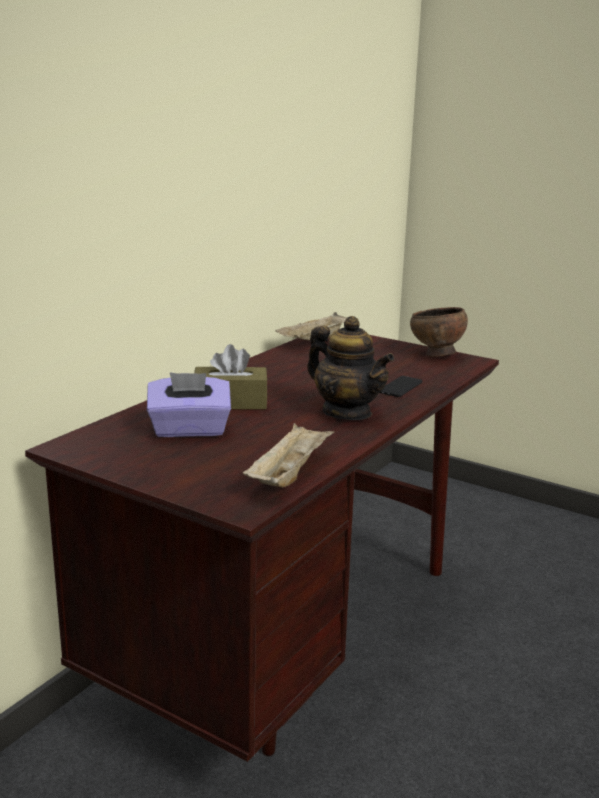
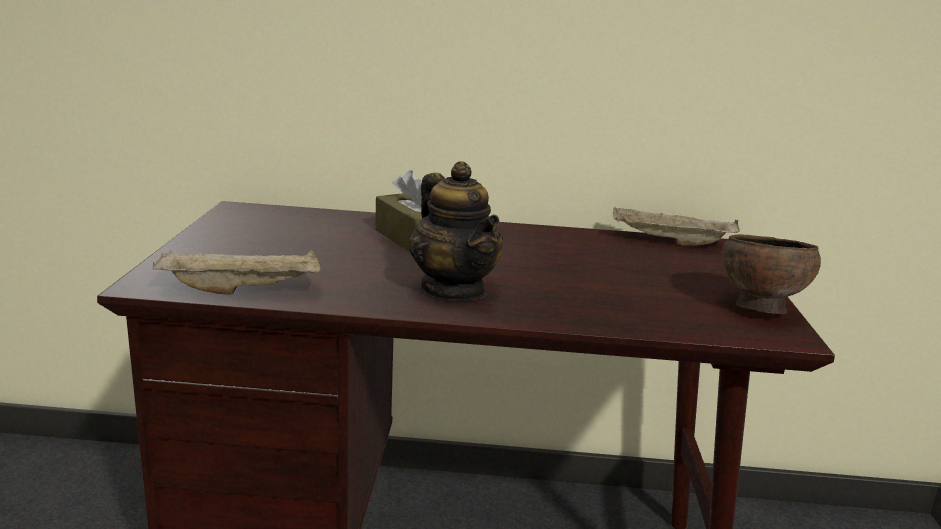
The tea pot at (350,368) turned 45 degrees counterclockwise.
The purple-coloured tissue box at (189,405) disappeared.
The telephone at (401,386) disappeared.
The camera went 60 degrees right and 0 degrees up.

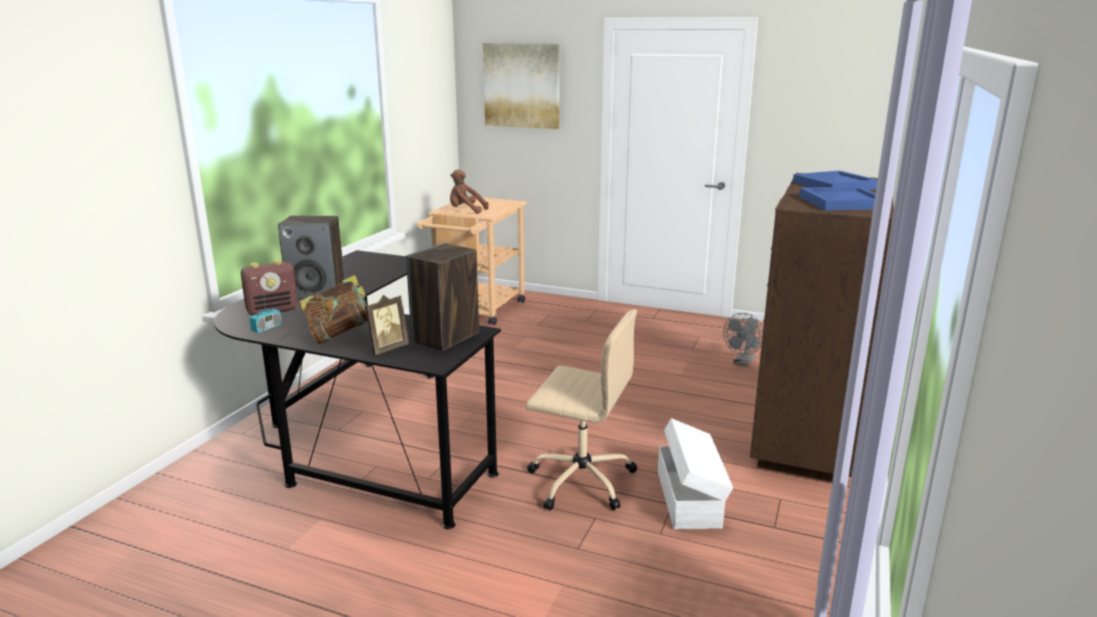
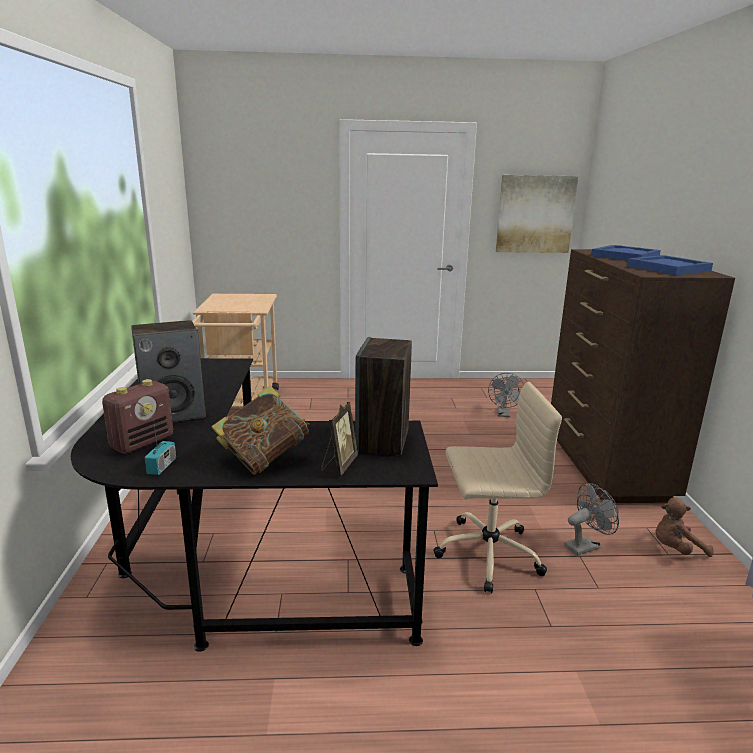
The wall art moved from (521,86) to (537,214).
The white storage container at (695,473) was replaced by the greyish fan at (591,519).
The brown-coloured plush toy moved from (469,191) to (685,527).
The camera went 25 degrees left and 0 degrees up.

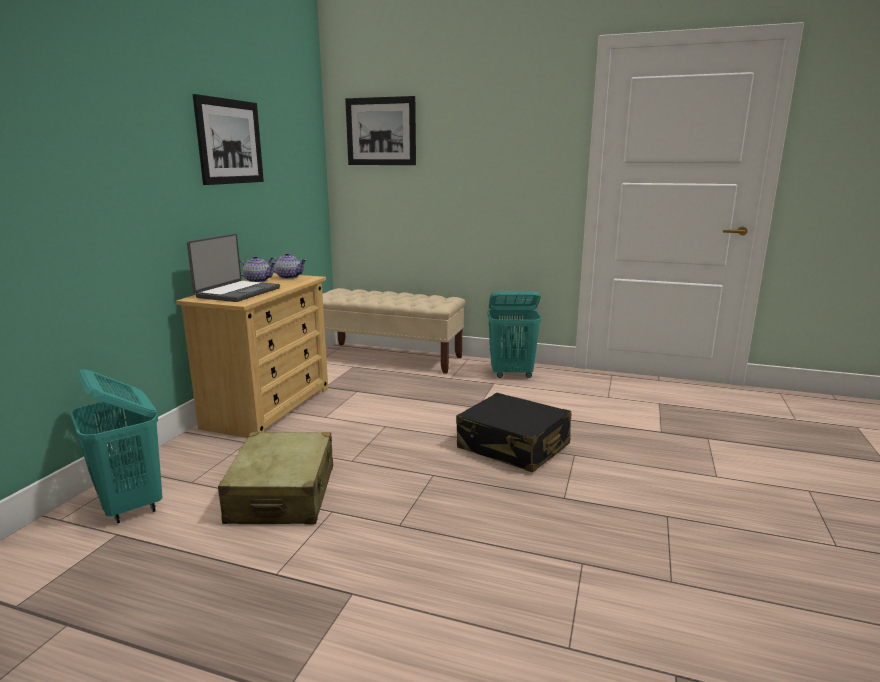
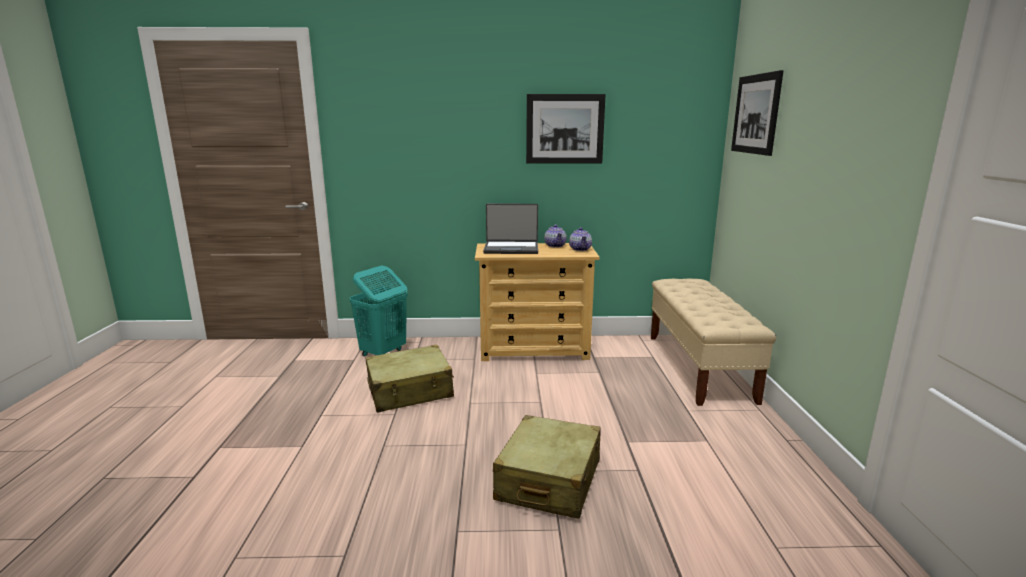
The blackish piece of luggage at (513,433) became the beige-coloured piece of luggage at (547,467).
The turquoise-coloured laundry basket at (514,334) disappeared.
The camera went 70 degrees right and 0 degrees up.

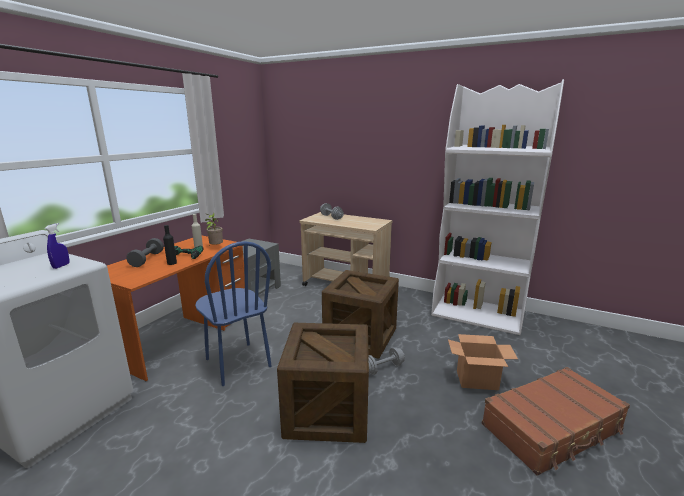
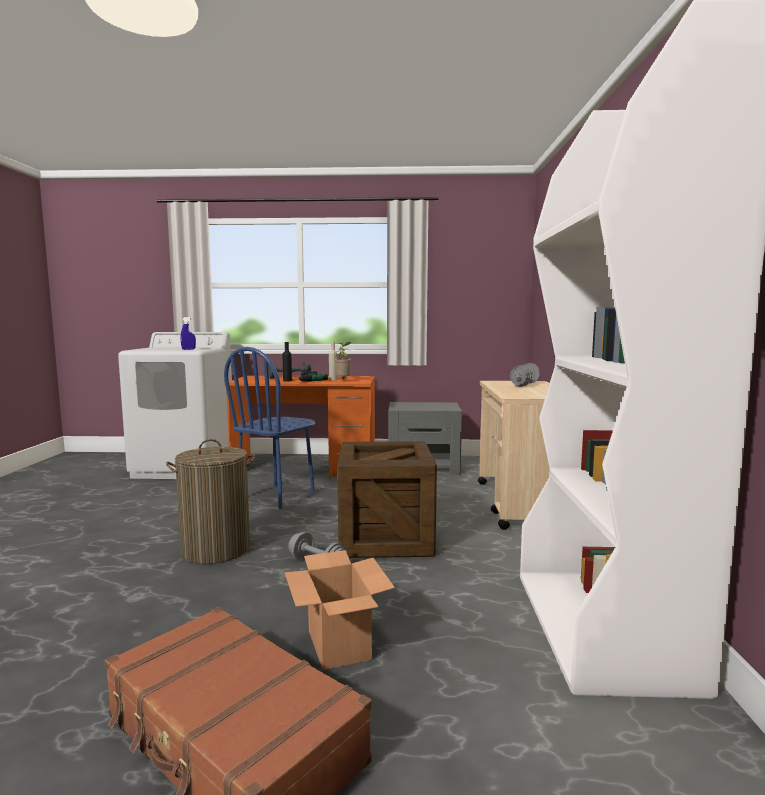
The packing crate at (323,383) was replaced by the laundry basket at (210,501).
The camera went 65 degrees right and 10 degrees down.

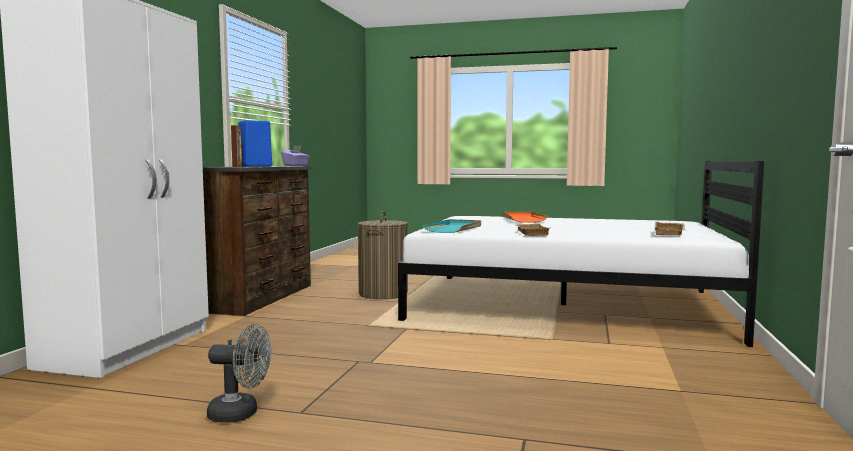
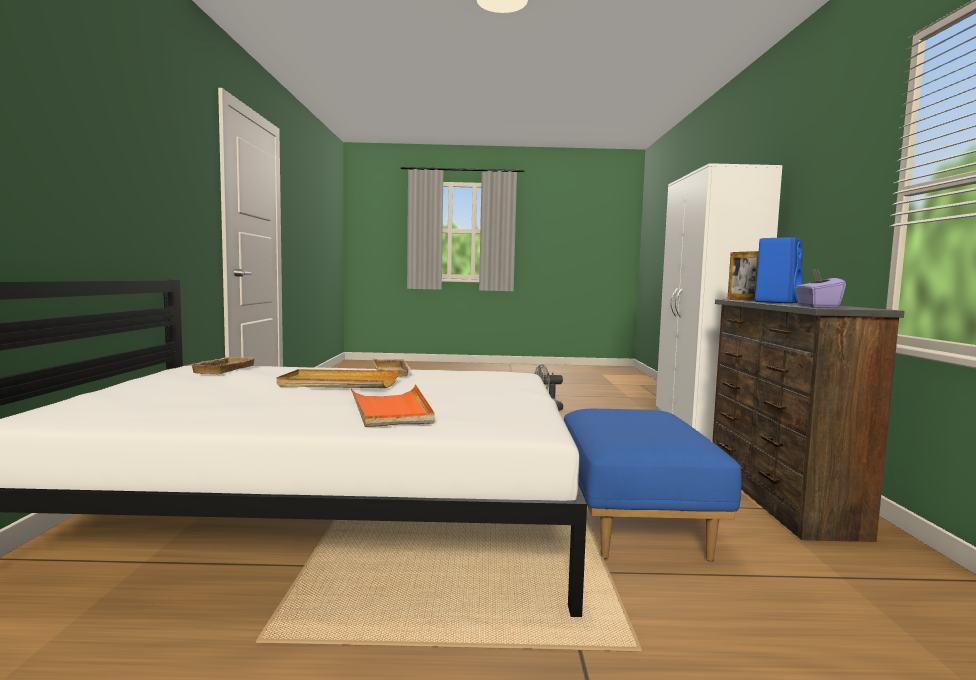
The beige-coloured carrying tray at (337,378) appeared.
The laundry basket at (383,255) was replaced by the blue-coloured pouffe at (652,485).
The turquoise-coloured carrying tray at (451,226) disappeared.
The camera went 165 degrees right and 0 degrees up.

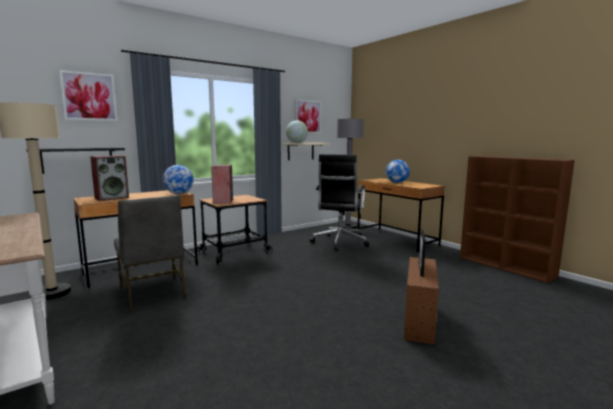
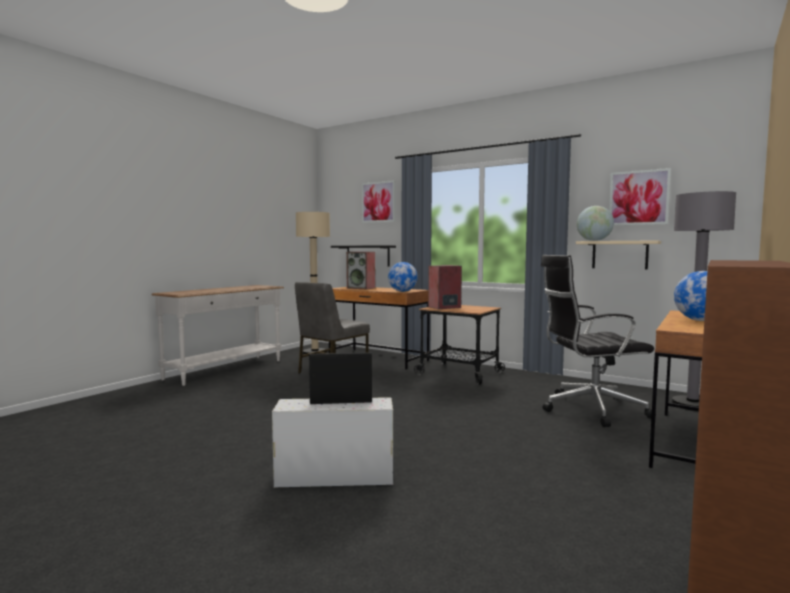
The brown-coloured storage container at (421,301) became the white storage container at (332,442).
The camera went 70 degrees right and 5 degrees down.

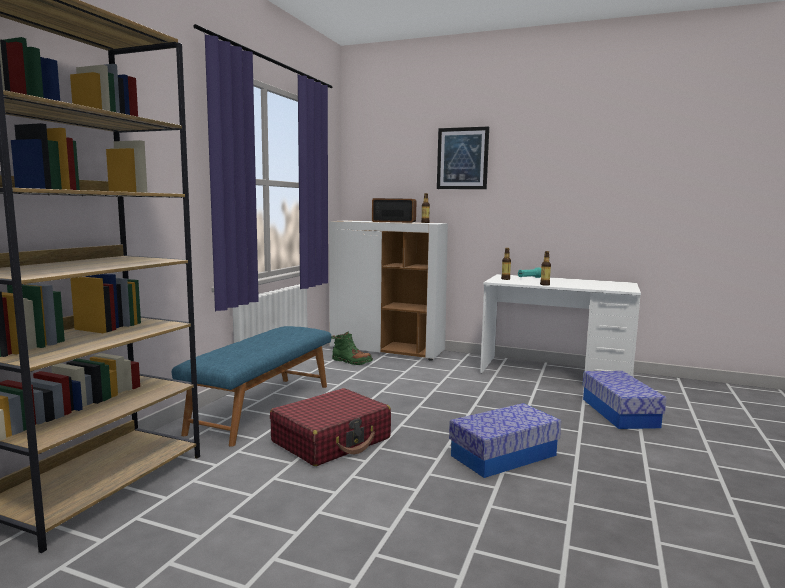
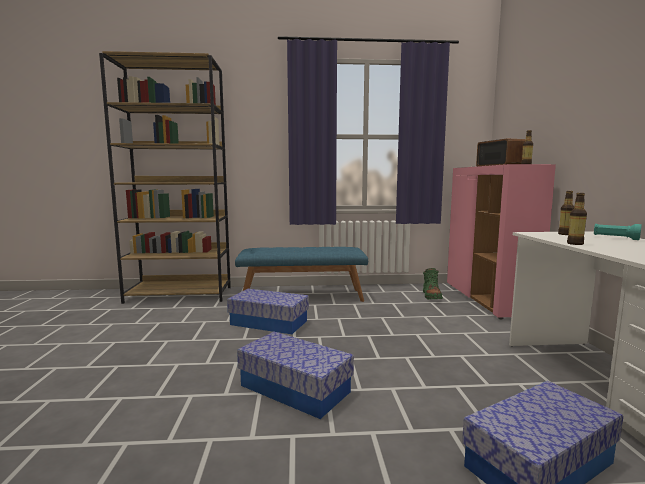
The red piece of luggage at (330,427) was replaced by the storage container at (268,311).
The white cabinet at (388,290) became the pink cabinet at (501,241).
The wall art at (463,157) disappeared.
The camera went 65 degrees right and 0 degrees up.

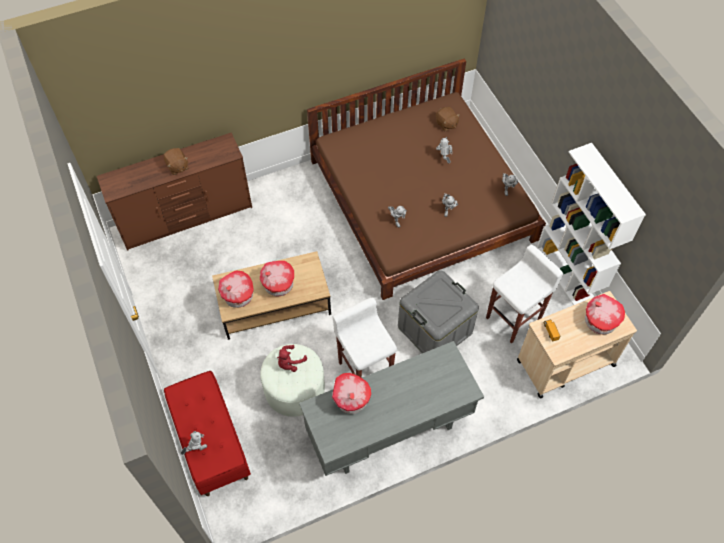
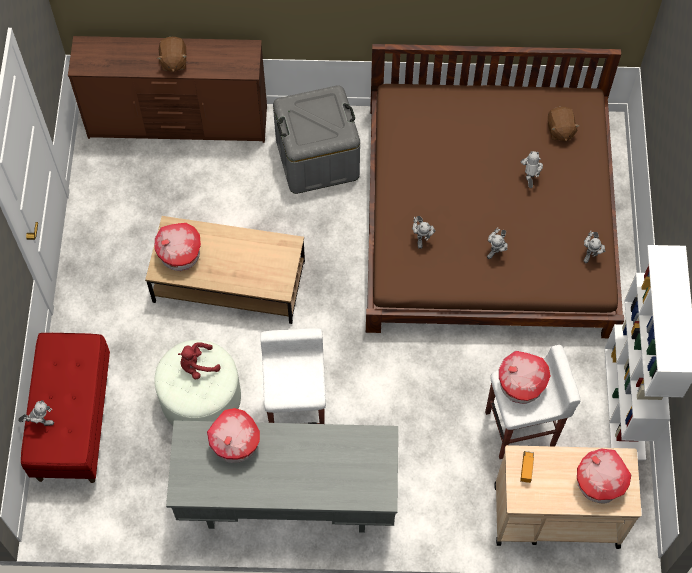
The greyish storage container moved from (438,311) to (316,139).
The toy house moved from (277,279) to (525,377).
The camera went 25 degrees right and 5 degrees up.

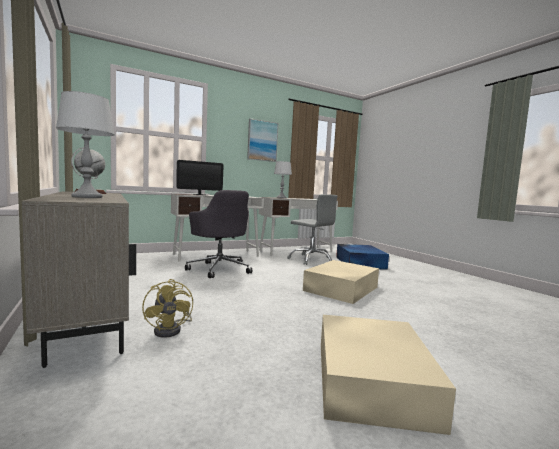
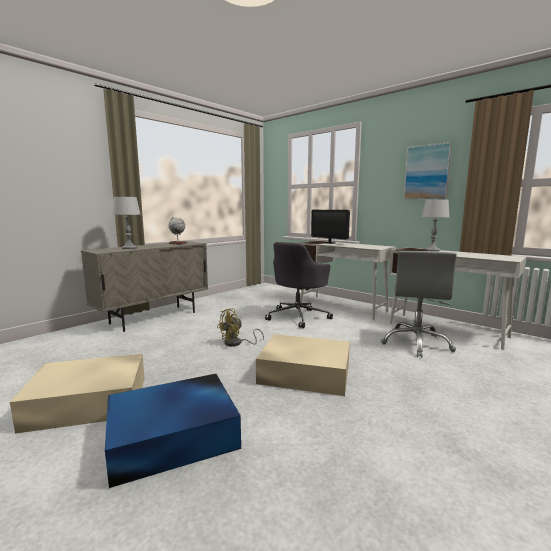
The blue-coloured storage container moved from (362,257) to (173,431).
The yellow-coloured fan moved from (167,308) to (240,327).
The camera went 70 degrees right and 5 degrees up.

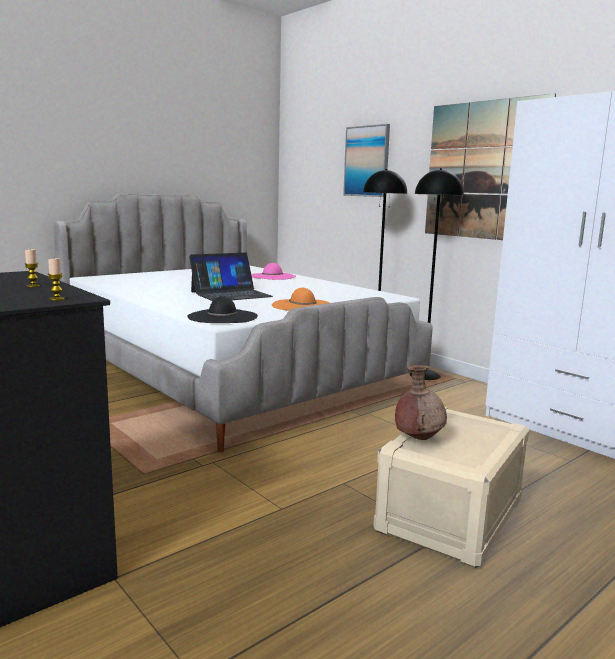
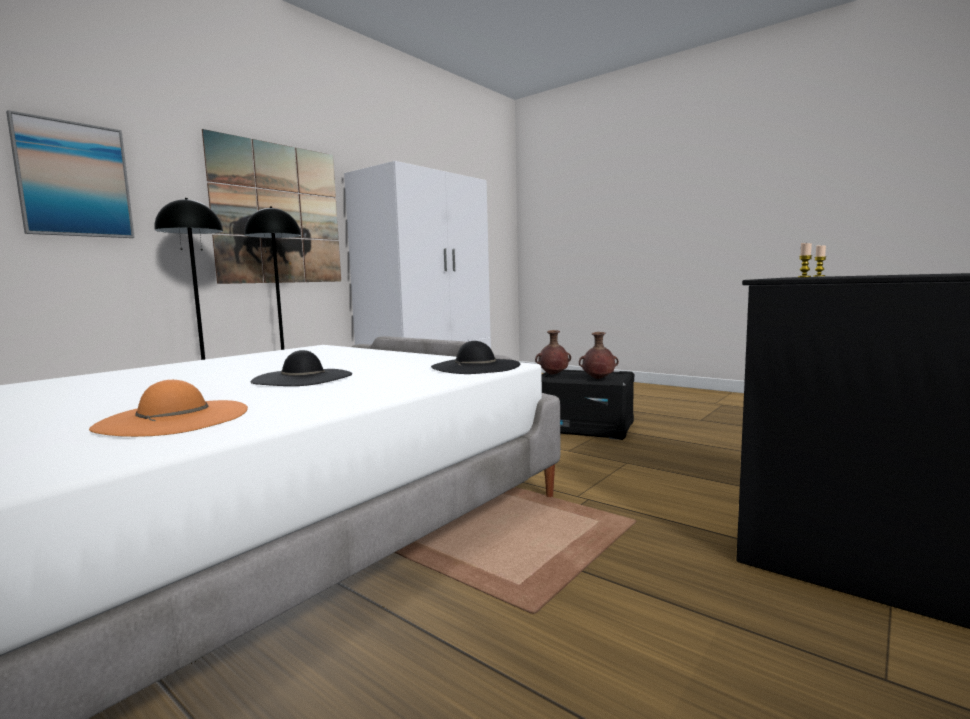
The orangey clothing hat moved from (301,299) to (168,408).
The portable computer at (231,277) was replaced by the blackish clothing hat at (301,368).
The brown-coloured vase at (553,352) appeared.
The beige-coloured storage container at (451,487) became the blackish storage container at (588,405).
The pink clothing hat at (273,271) disappeared.
The camera went 100 degrees left and 5 degrees down.

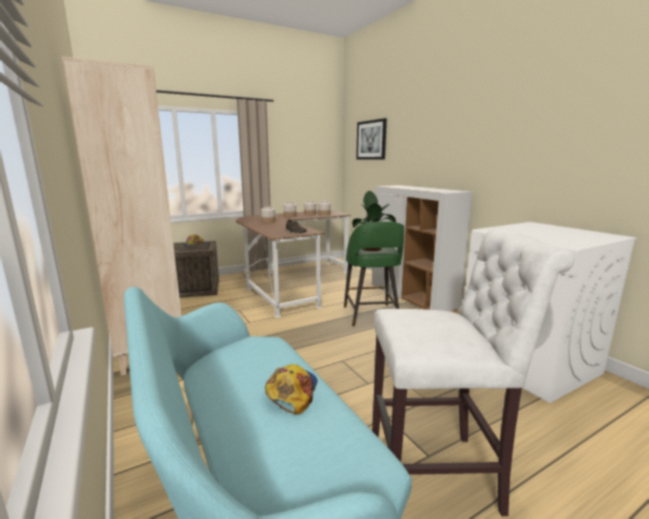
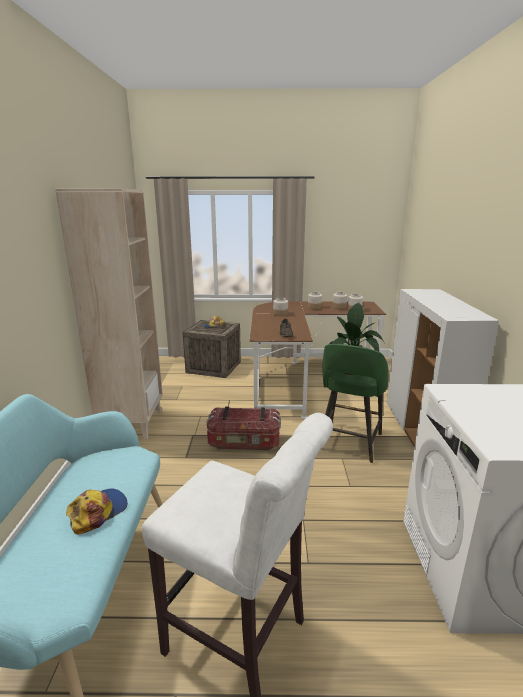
The storage container at (244,428) appeared.
The wall art at (371,139) disappeared.
The camera went 30 degrees right and 5 degrees up.

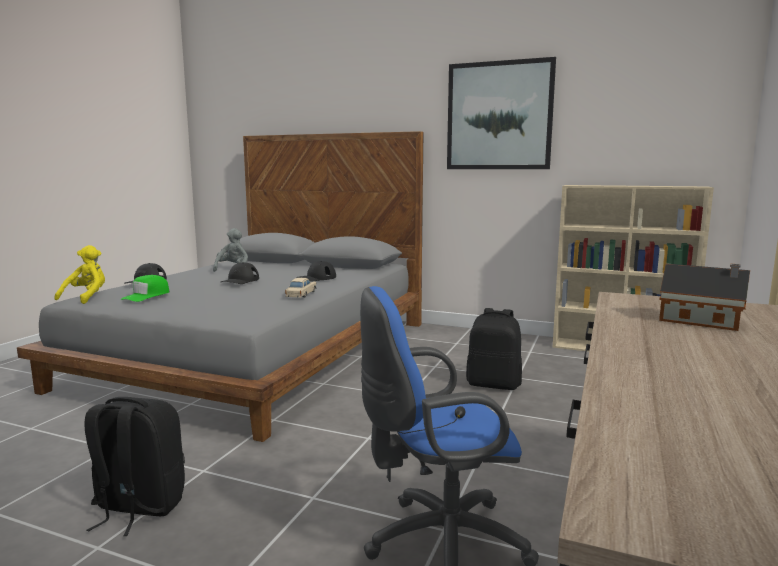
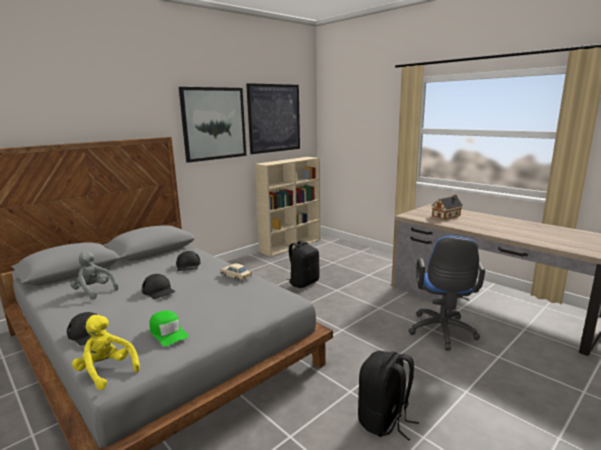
The wall art at (273,118) appeared.
The camera went 65 degrees left and 5 degrees up.

